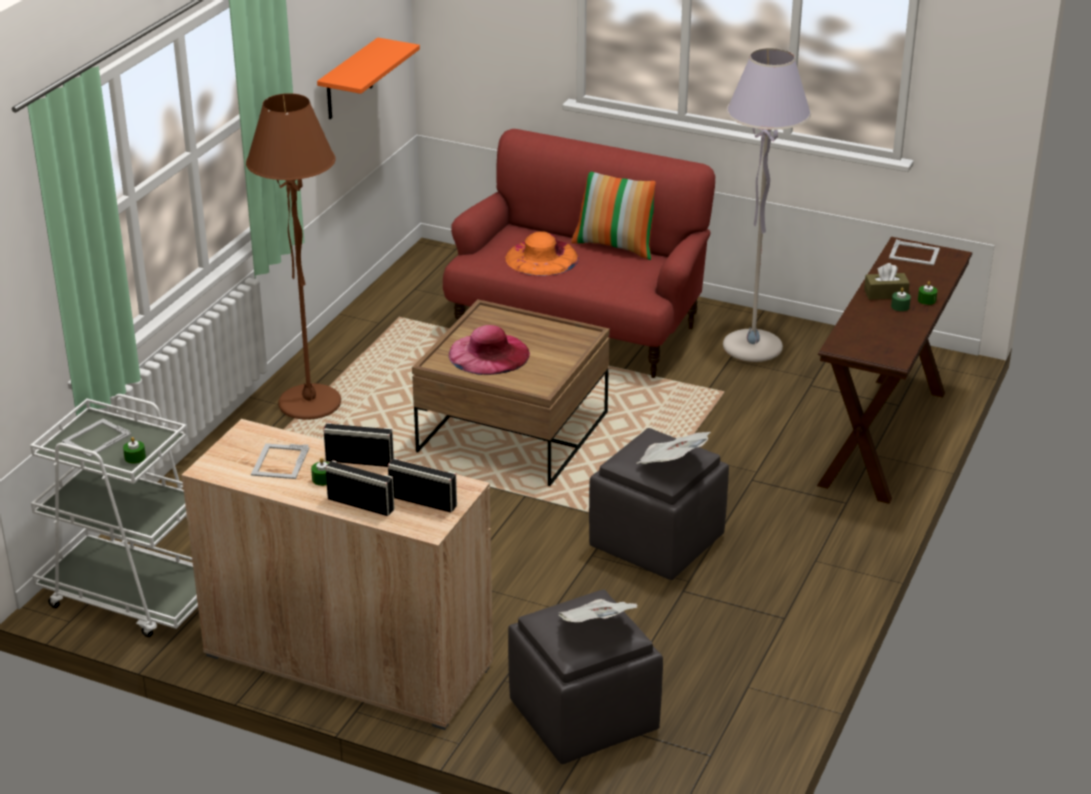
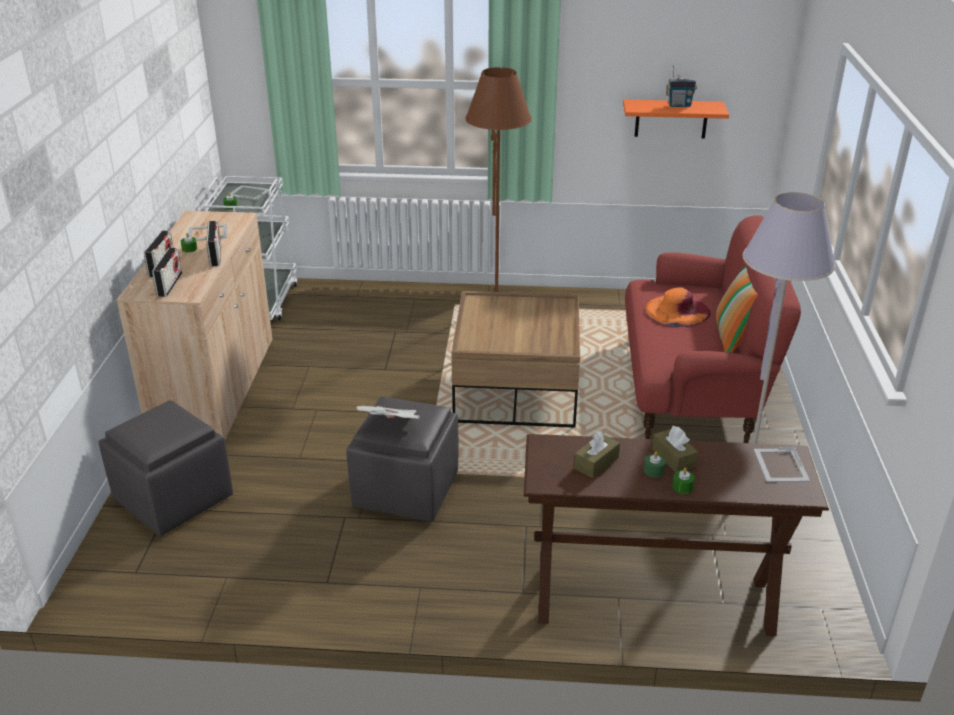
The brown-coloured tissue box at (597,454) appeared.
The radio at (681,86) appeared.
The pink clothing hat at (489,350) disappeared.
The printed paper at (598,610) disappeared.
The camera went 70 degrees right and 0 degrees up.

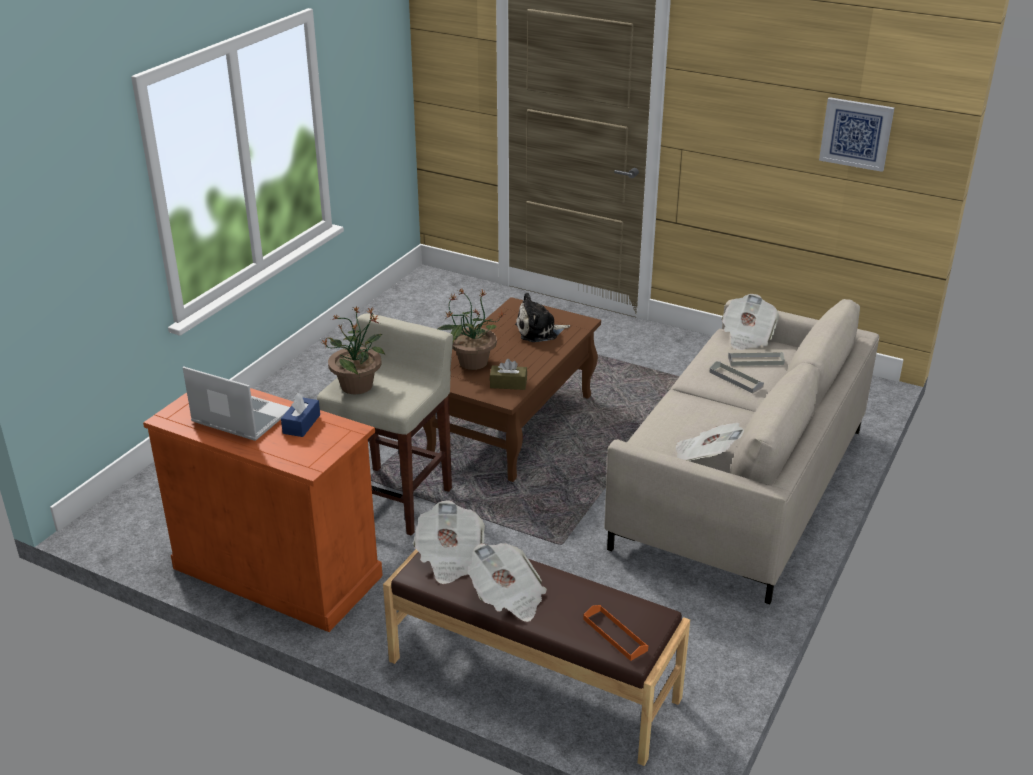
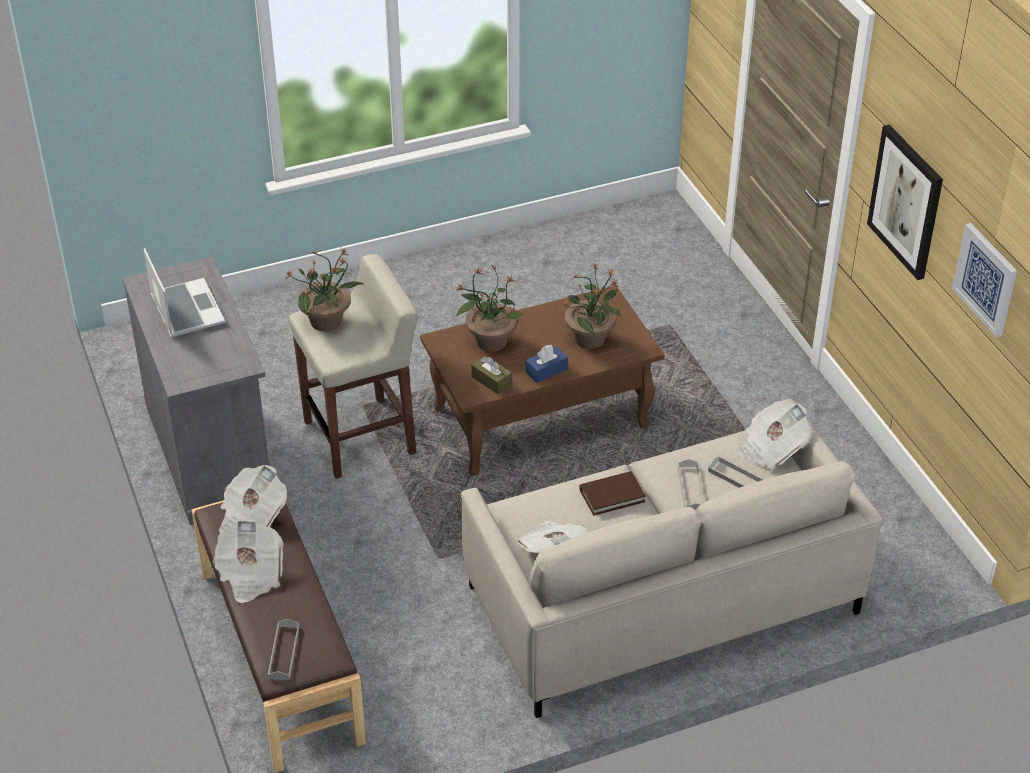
The orangey cabinet at (263,510) became the greyish cabinet at (195,391).
The orangey carrying tray at (615,633) became the greyish carrying tray at (283,649).
The blue-coloured tissue box moved from (300,415) to (547,364).
The plush toy at (542,317) was replaced by the houseplant at (592,306).
The brown-coloured volume at (612,493) appeared.
The wall art at (905,202) appeared.
The camera went 40 degrees right and 10 degrees up.

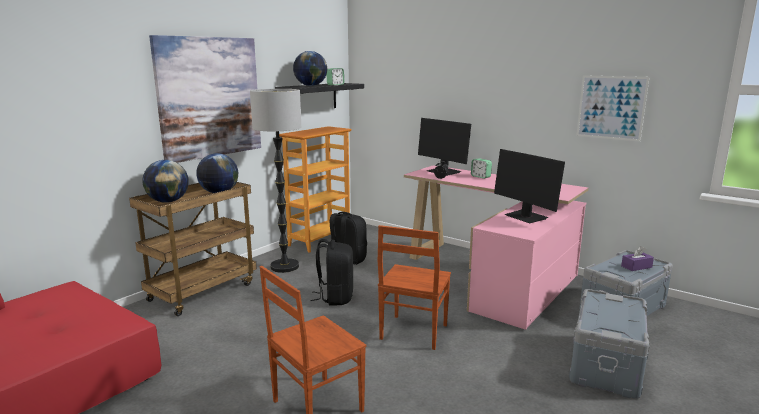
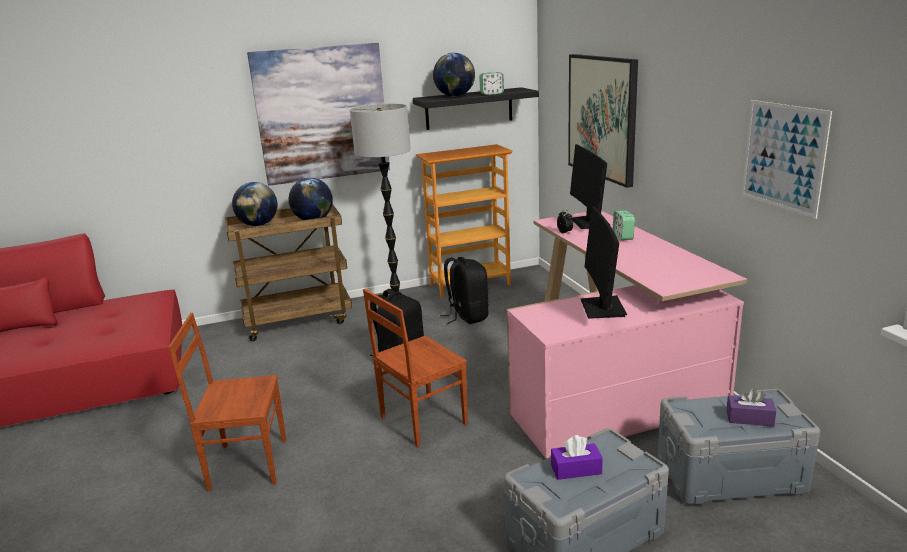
The purple-coloured tissue box at (577,457) appeared.
The wall art at (603,121) appeared.
The camera went 35 degrees right and 5 degrees up.

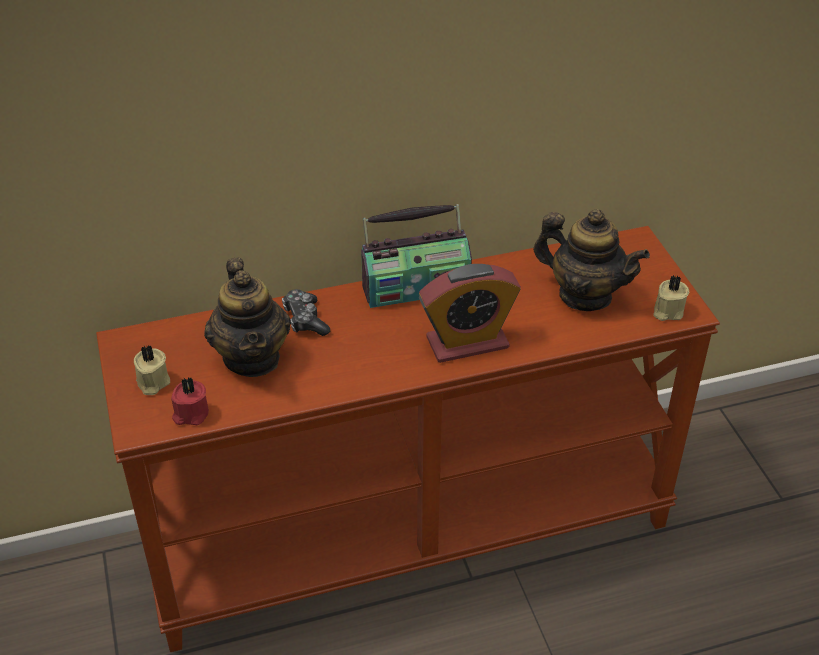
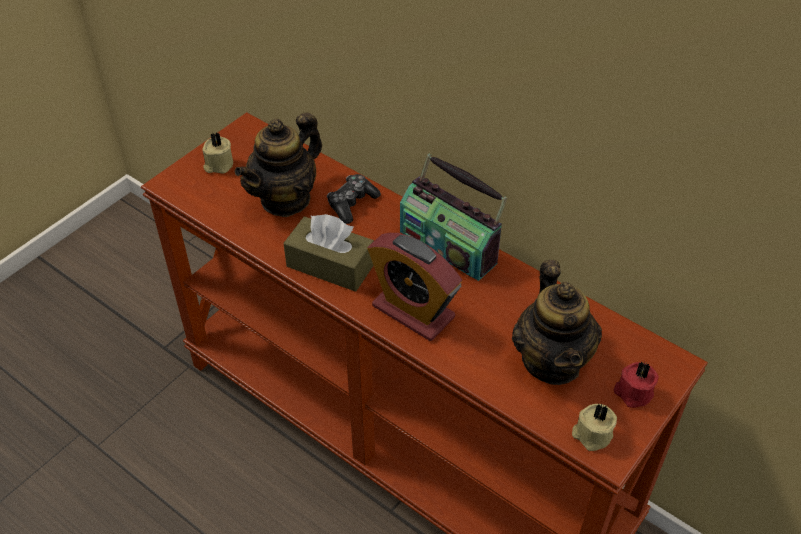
The brown-coloured tissue box at (328,253) appeared.
The red candle moved from (190,401) to (636,384).
The camera went 55 degrees right and 5 degrees up.

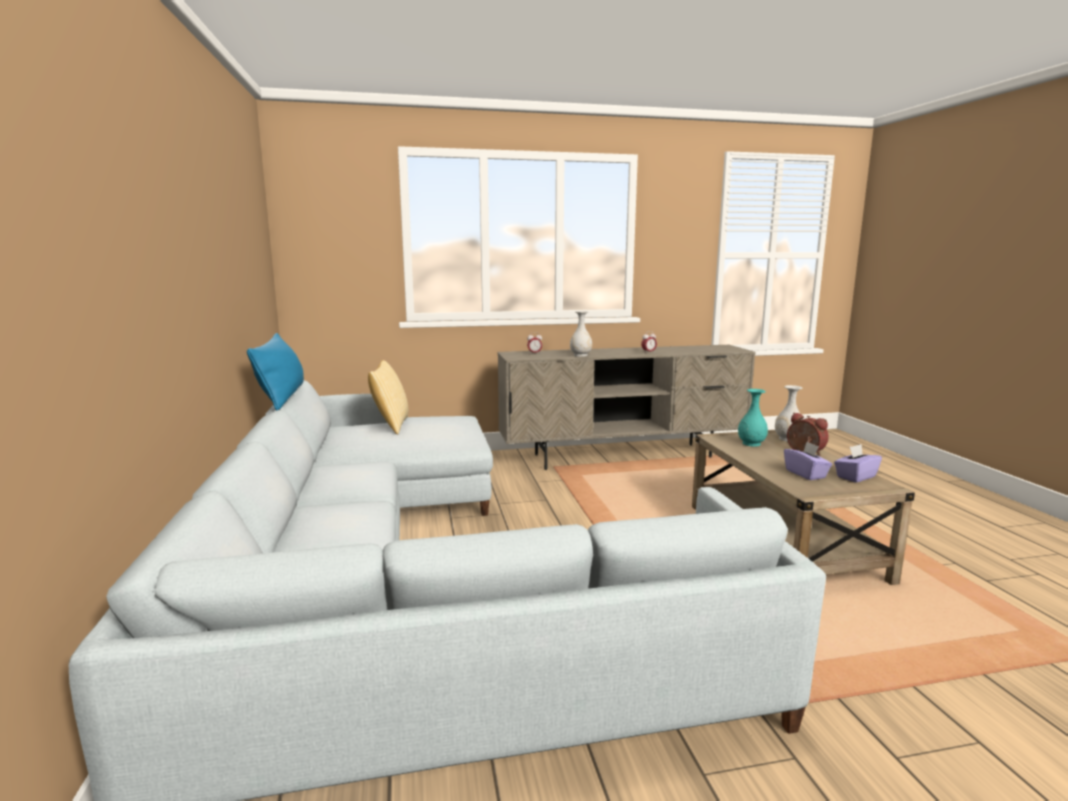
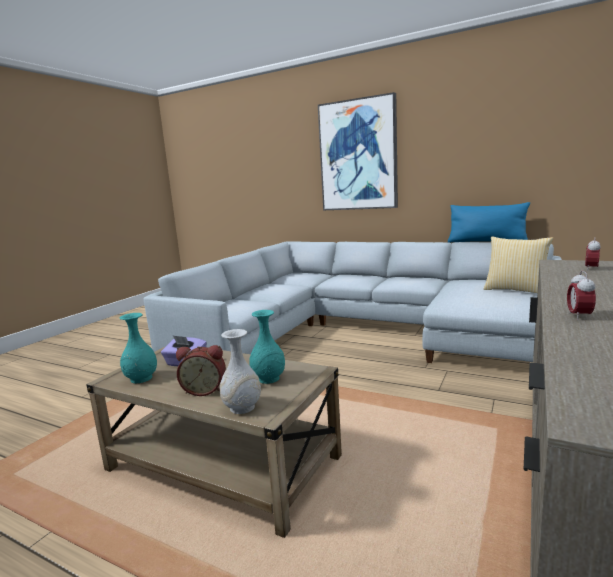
The purple-coloured tissue box at (858,463) was replaced by the turquoise-coloured vase at (138,348).
The wall art at (358,151) appeared.
The white vase at (581,334) disappeared.
The camera went 130 degrees right and 0 degrees up.

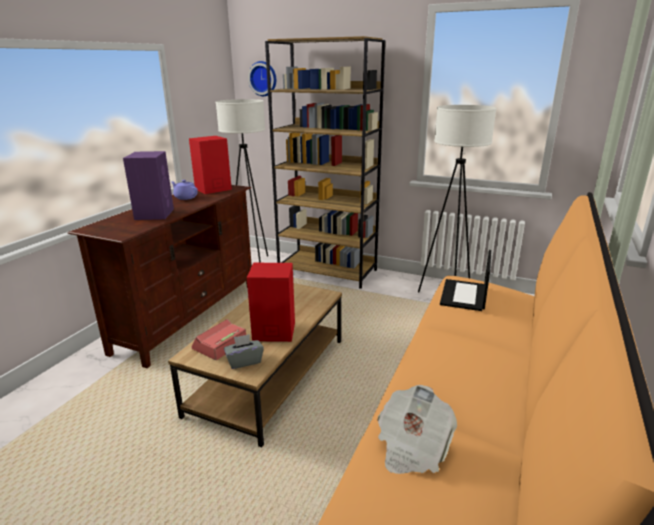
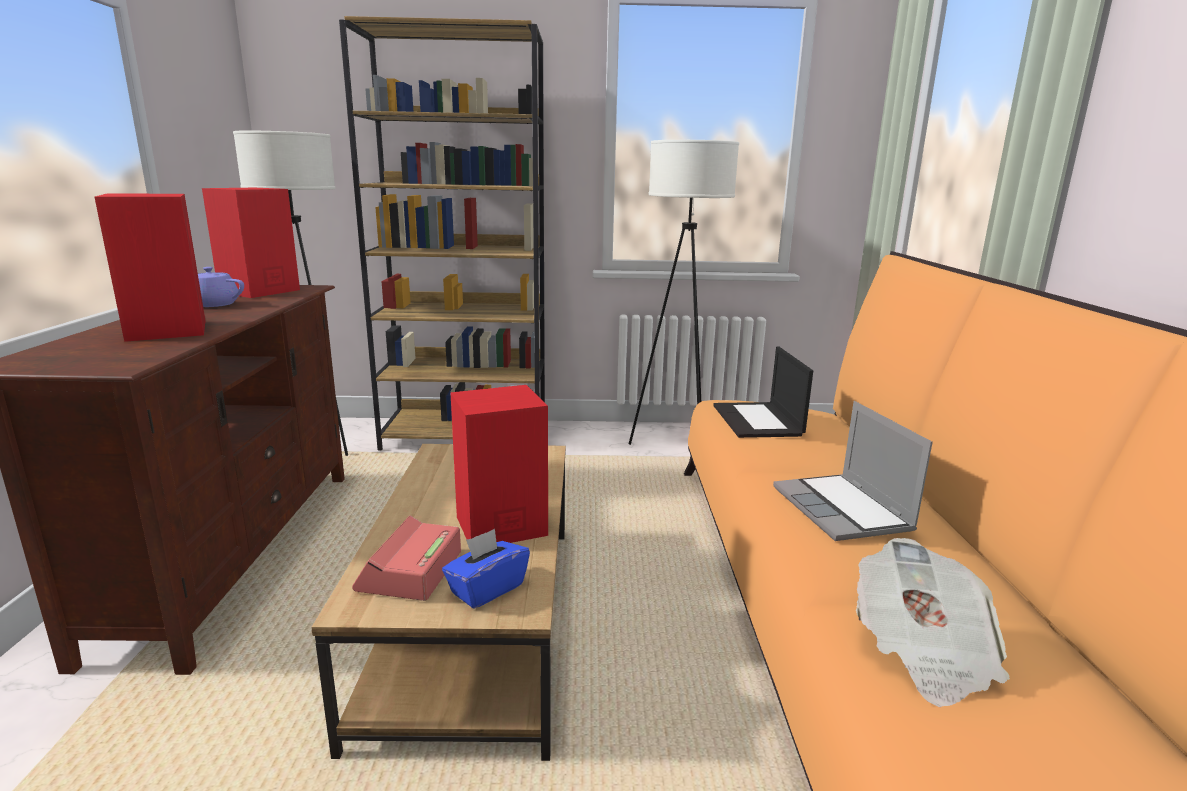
The purple-coloured loudspeaker at (148,185) became the red loudspeaker at (150,268).
The greyish tissue box at (244,351) became the blue-coloured tissue box at (486,569).
The portable computer at (853,471) appeared.
The hanging clock at (262,78) disappeared.
The camera went 25 degrees left and 5 degrees down.

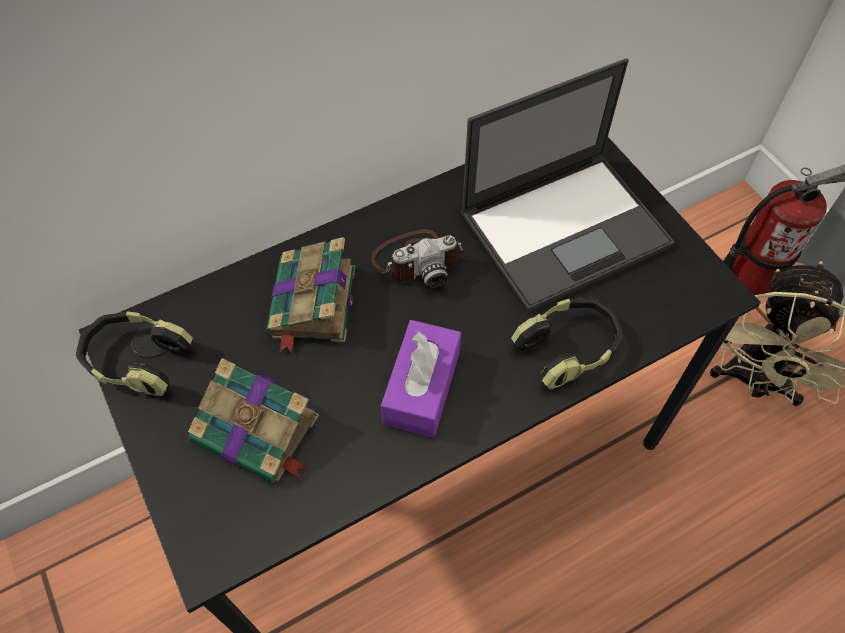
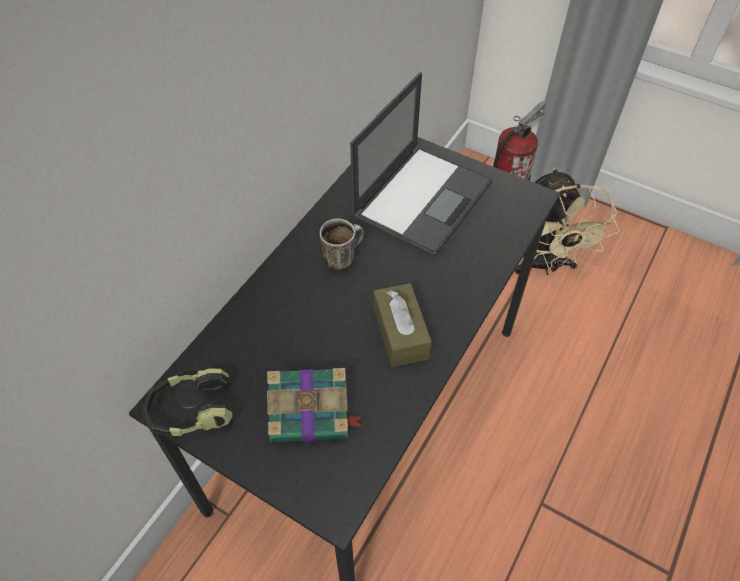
The still camera at (417,258) was replaced by the coffee mug at (341,244).
The purple-coloured tissue box at (421,379) became the brown-coloured tissue box at (402,325).
The volume at (310,295) disappeared.
The pair of headphones at (567,343) disappeared.
The camera went 30 degrees left and 5 degrees down.

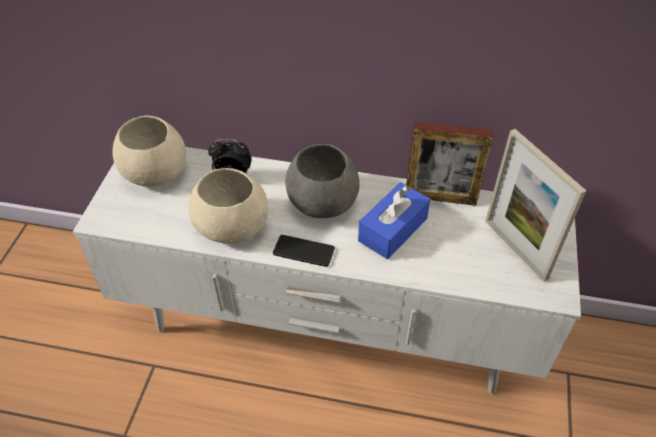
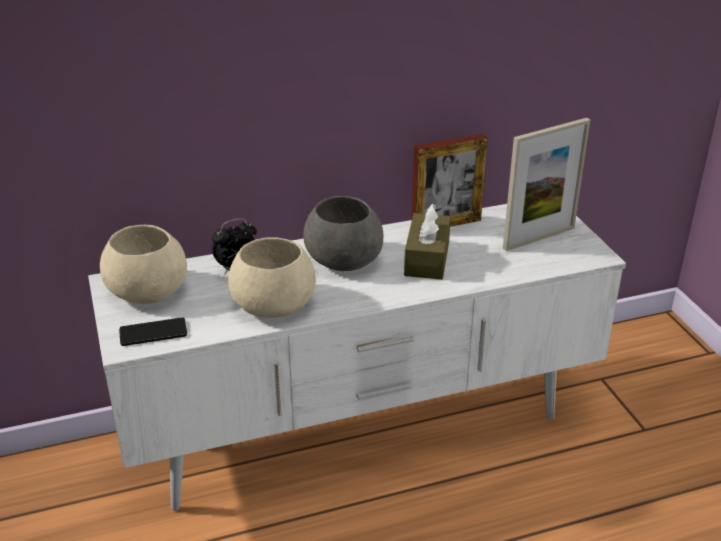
The telephone moved from (304,251) to (153,331).
The blue-coloured tissue box at (394,220) became the brown-coloured tissue box at (427,242).
The standing frame at (535,205) turned 60 degrees counterclockwise.
The camera went 30 degrees left and 15 degrees down.

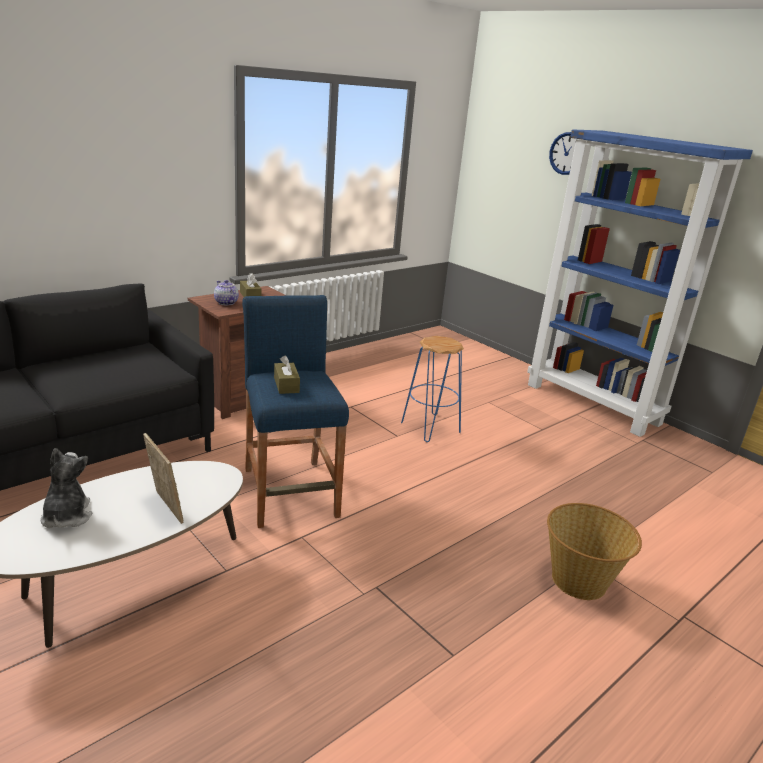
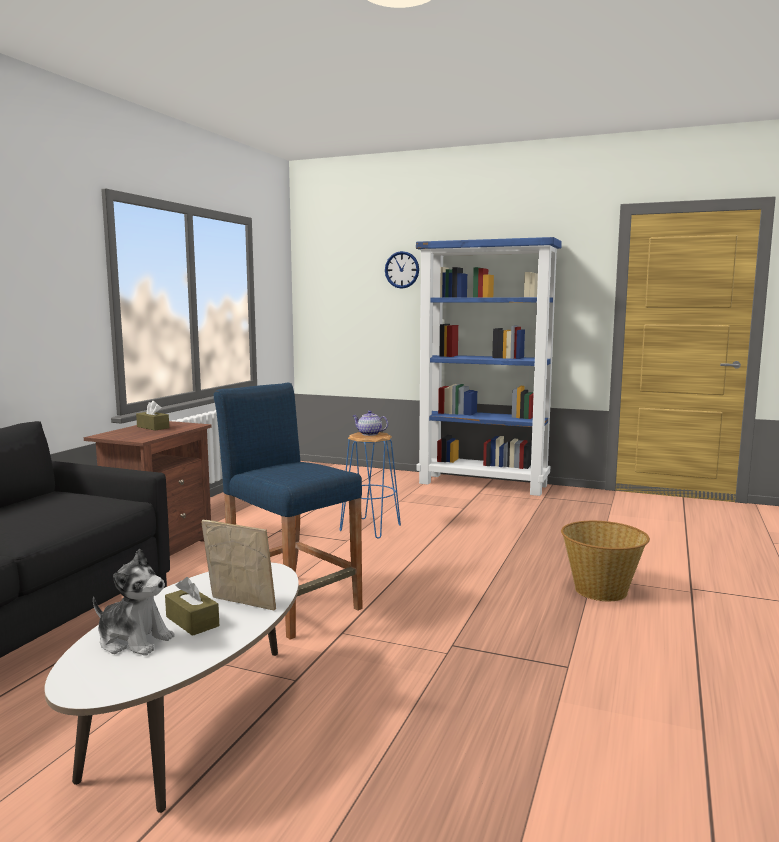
The plush toy at (66,488) turned 150 degrees clockwise.
The brown-coloured tissue box moved from (287,374) to (192,606).
The tea pot moved from (226,293) to (370,423).
The camera went 25 degrees left and 15 degrees down.

